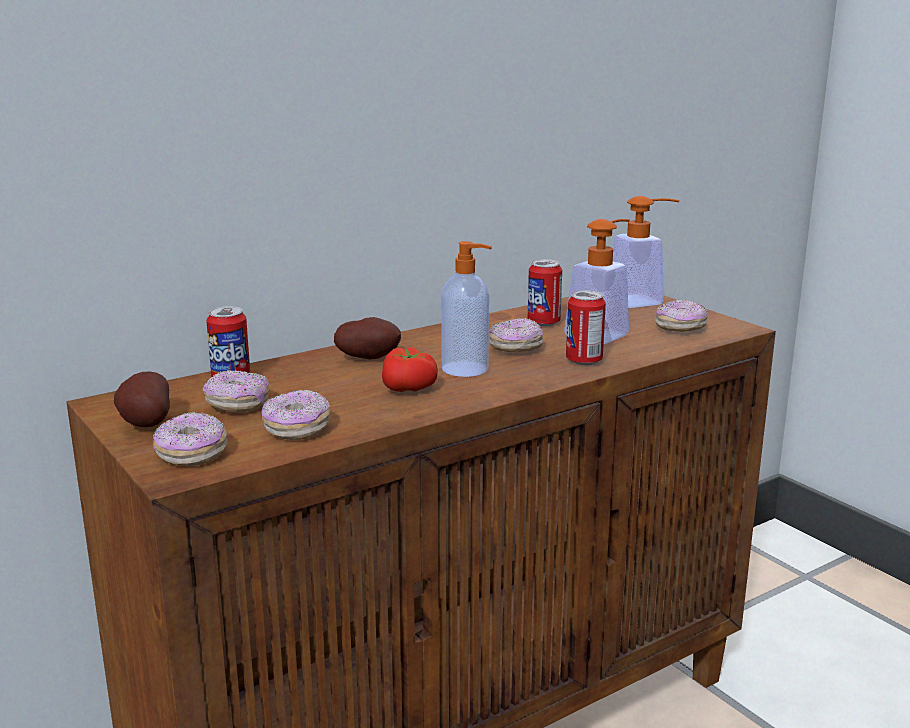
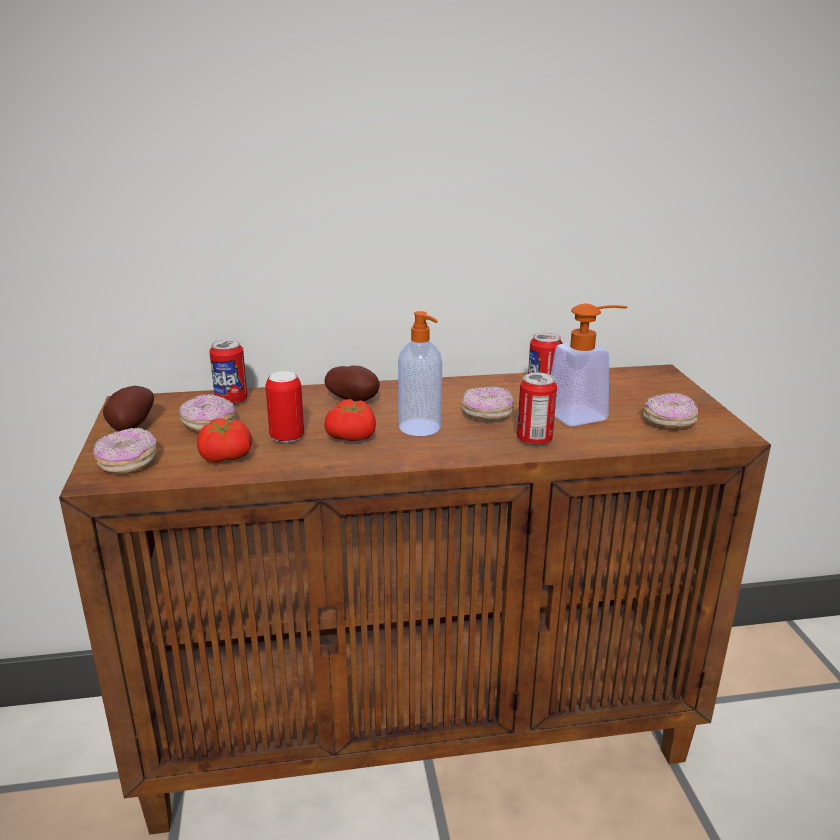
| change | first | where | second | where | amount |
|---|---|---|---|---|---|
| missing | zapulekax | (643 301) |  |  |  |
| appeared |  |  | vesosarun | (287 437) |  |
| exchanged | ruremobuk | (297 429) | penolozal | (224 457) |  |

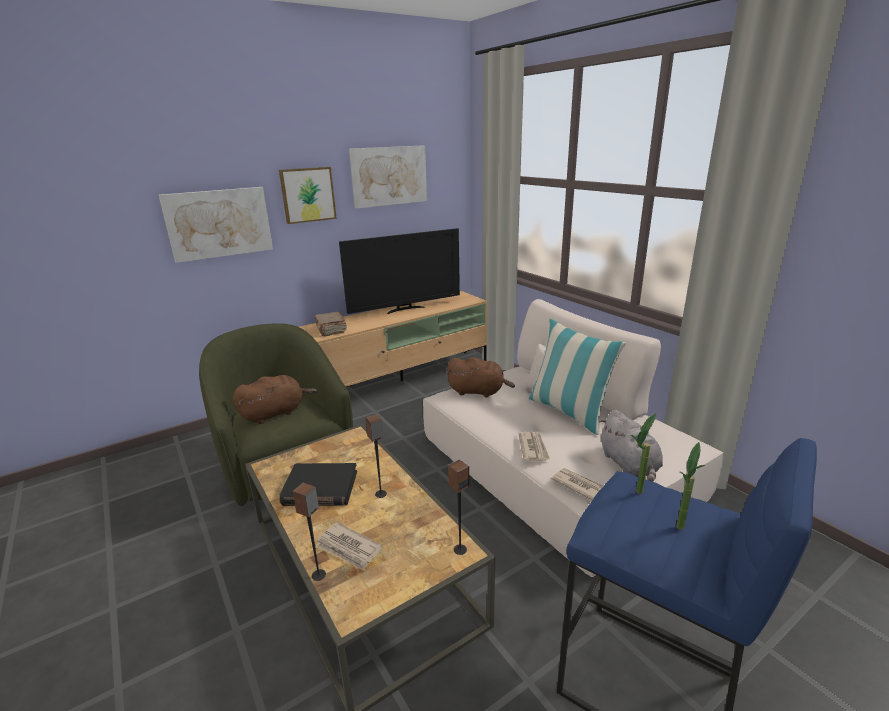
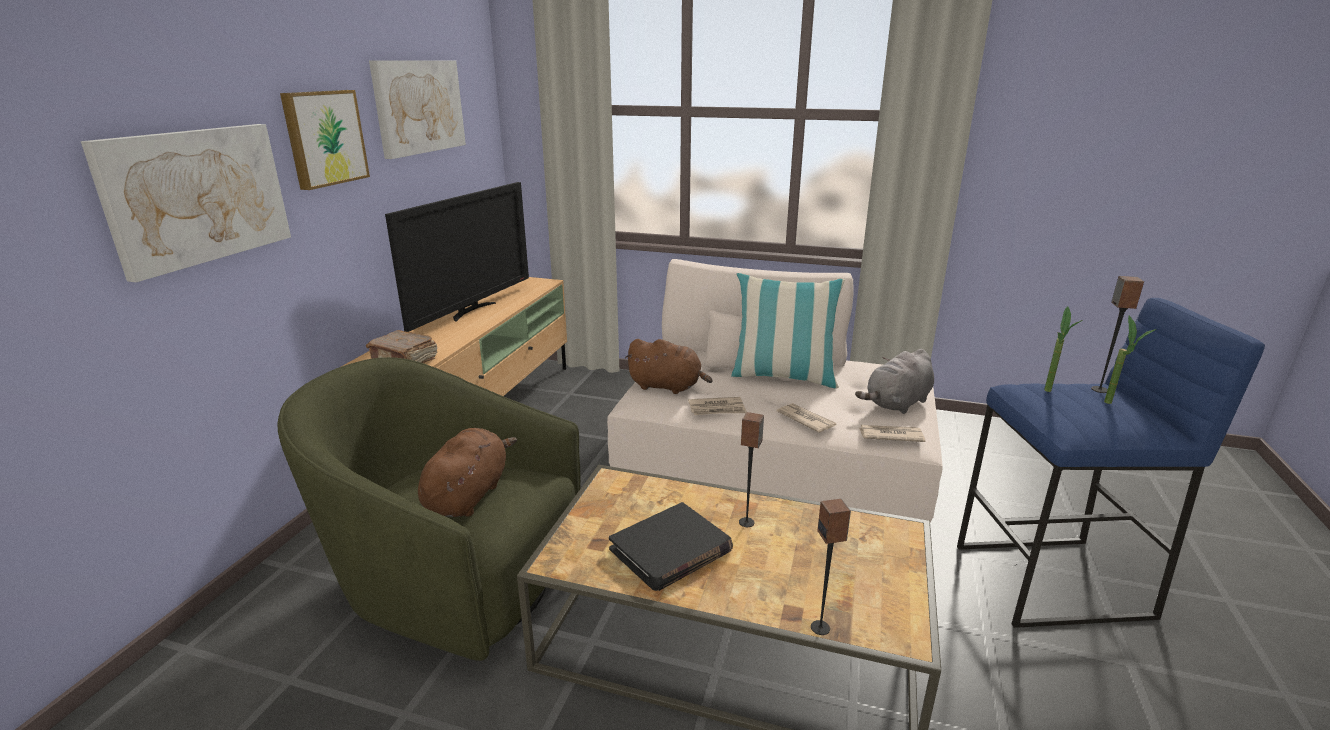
| change | first | where | second | where | amount |
|---|---|---|---|---|---|
| relocated | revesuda | (348 548) |  | (717 409) |  |
| relocated | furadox | (460 549) |  | (1099 389) |  |
| spun | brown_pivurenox | (478 392) |  | (667 386) | 45 degrees clockwise |
| spun | grey_pivurenox | (629 465) |  | (897 404) | 105 degrees clockwise |

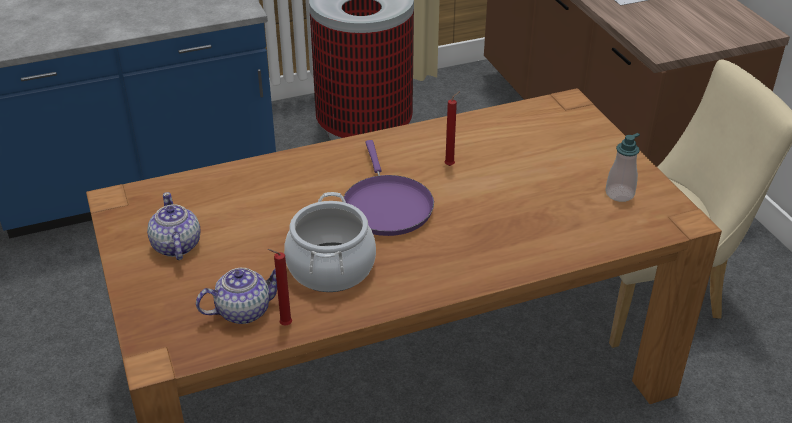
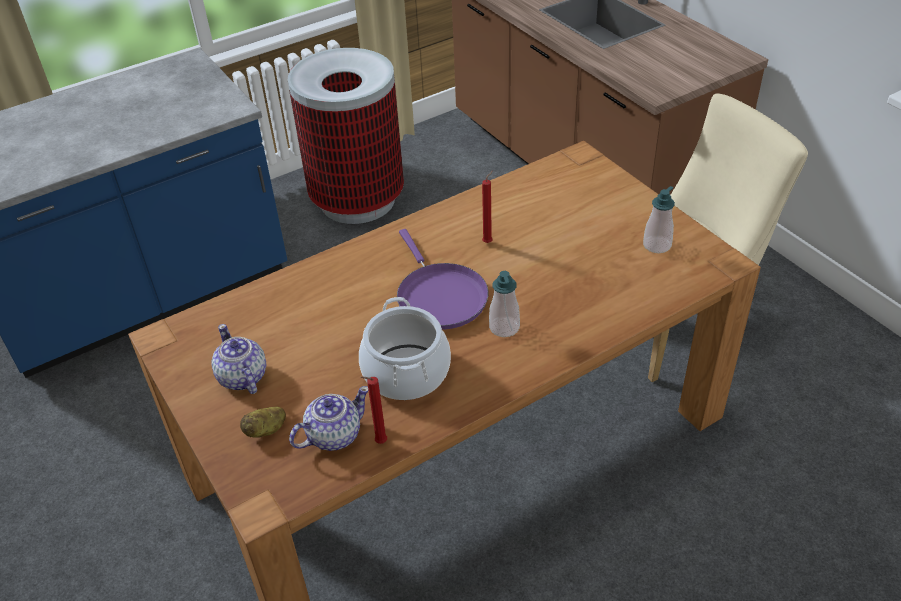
| change | first | where | second | where | amount |
|---|---|---|---|---|---|
| appeared |  |  | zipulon | (266 430) |  |
| appeared |  |  | zapulekax | (504 327) |  |

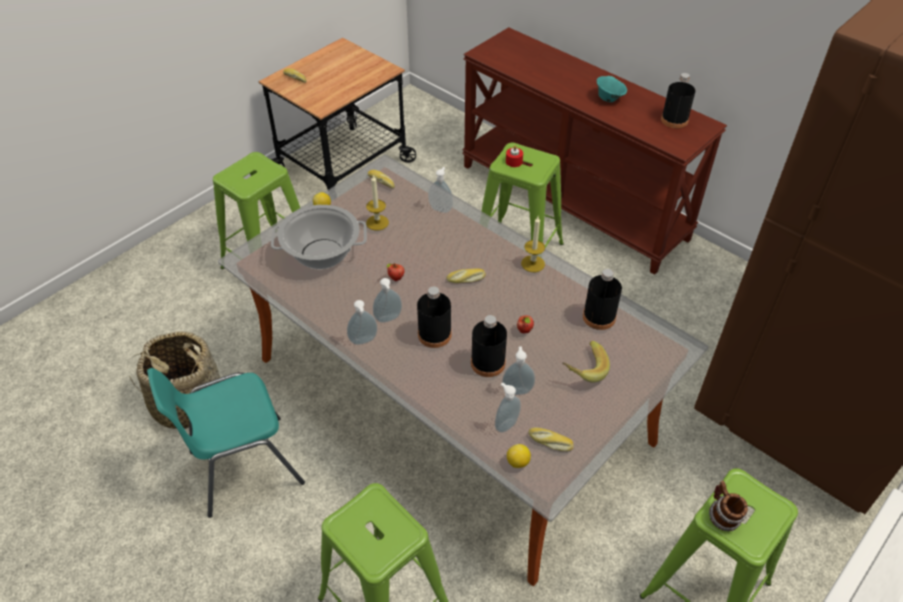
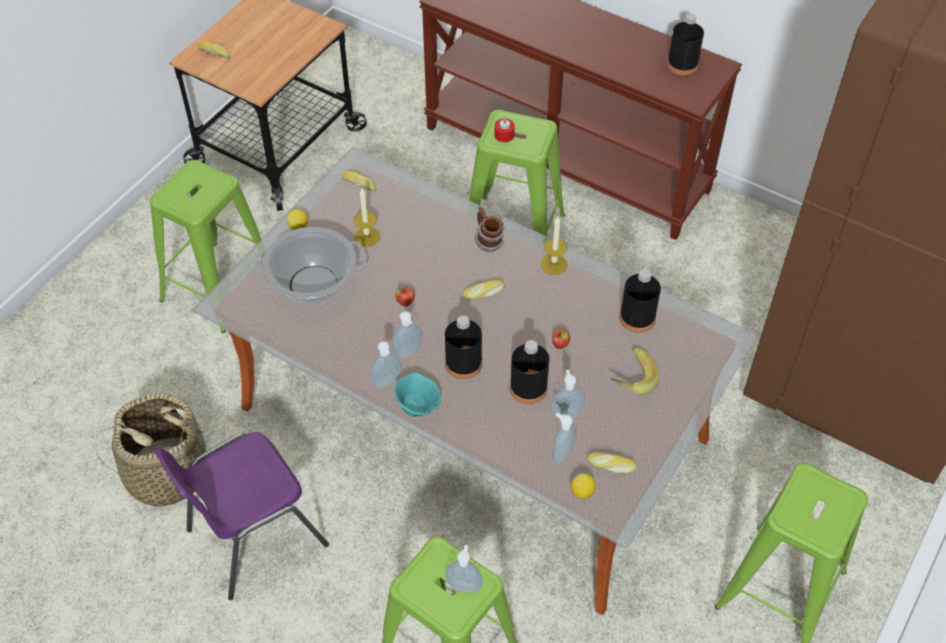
| change | first | where | second | where | amount |
|---|---|---|---|---|---|
| relocated | zapulekax | (441 208) |  | (464 585) |  |
| relocated | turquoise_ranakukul | (609 98) |  | (417 406) |  |
| relocated | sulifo | (722 517) |  | (488 242) |  |
| colour | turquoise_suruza | (242 467) | purple_suruza | (253 538) |  |

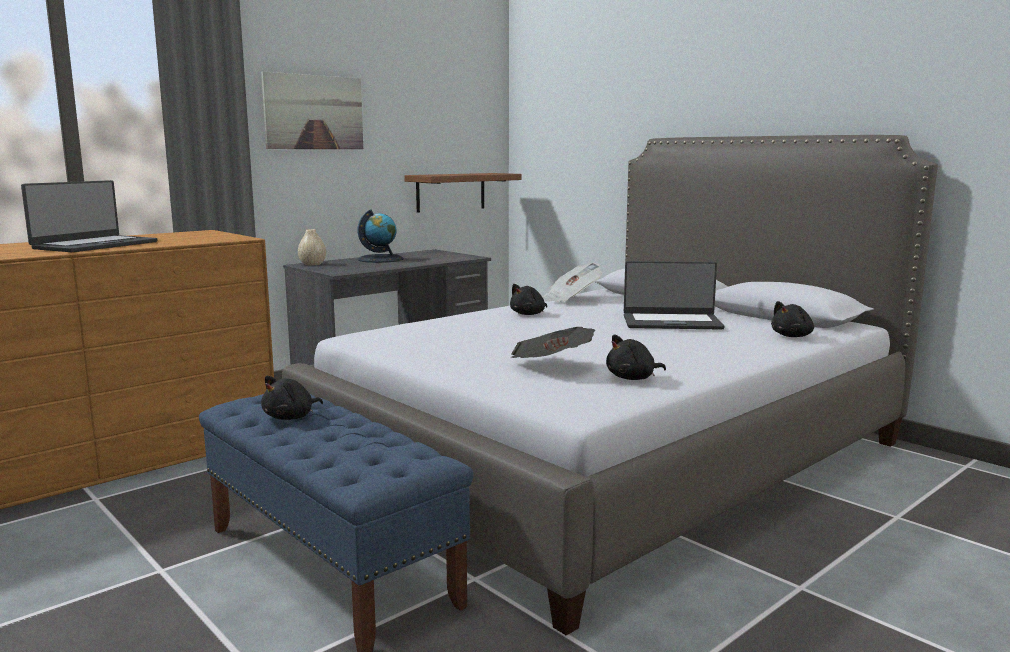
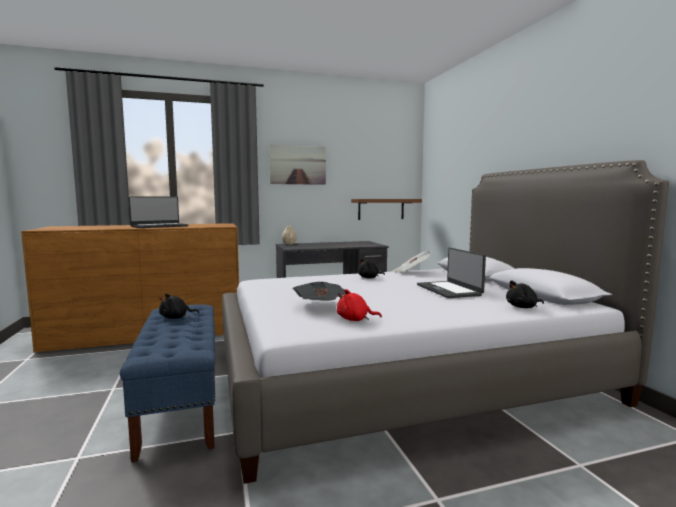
| change | first | where | second | where | amount |
|---|---|---|---|---|---|
| missing | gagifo | (380 259) |  |  |  |
| colour | black_pivurenox | (633 378) | red_pivurenox | (355 320) |  |
| spun | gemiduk | (671 322) |  | (449 290) | 45 degrees clockwise |

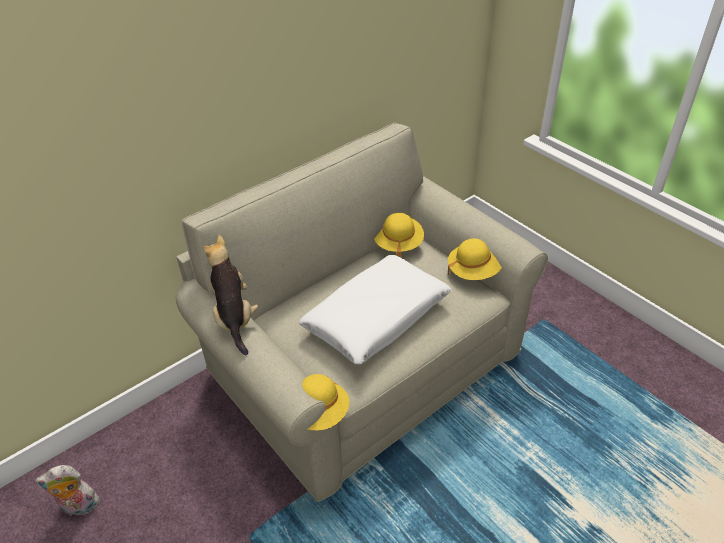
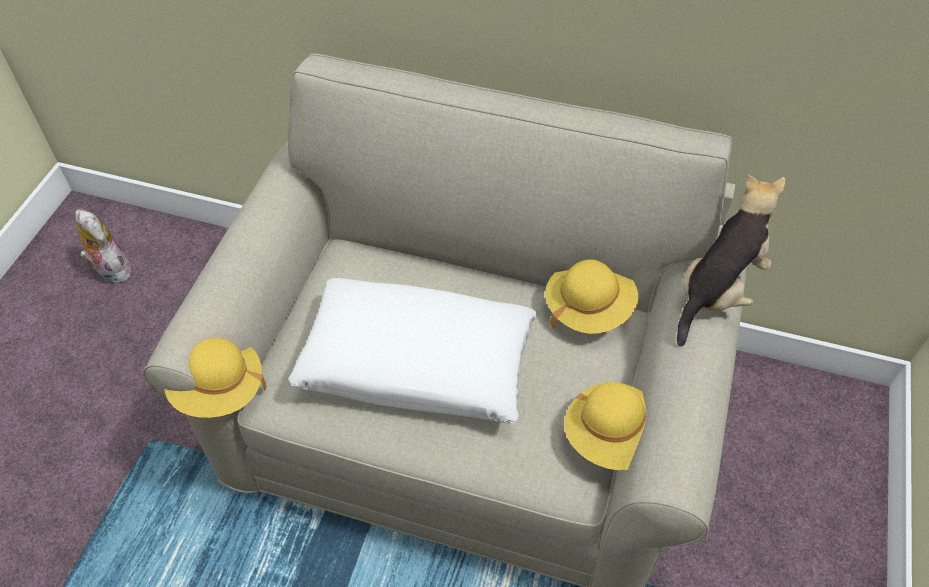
| change | first | where | second | where | amount |
|---|---|---|---|---|---|
| relocated | pivurenox | (234 317) |  | (717 291) |  |

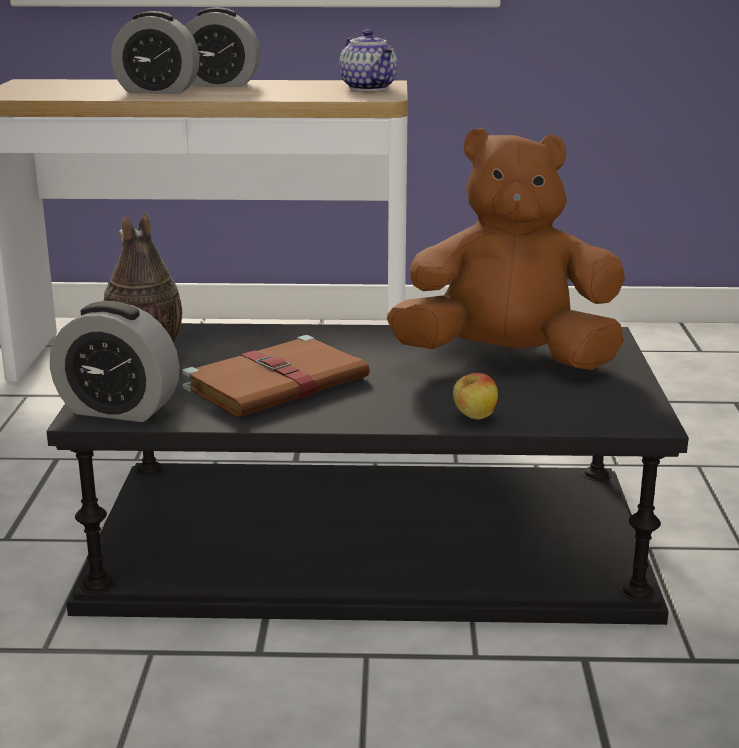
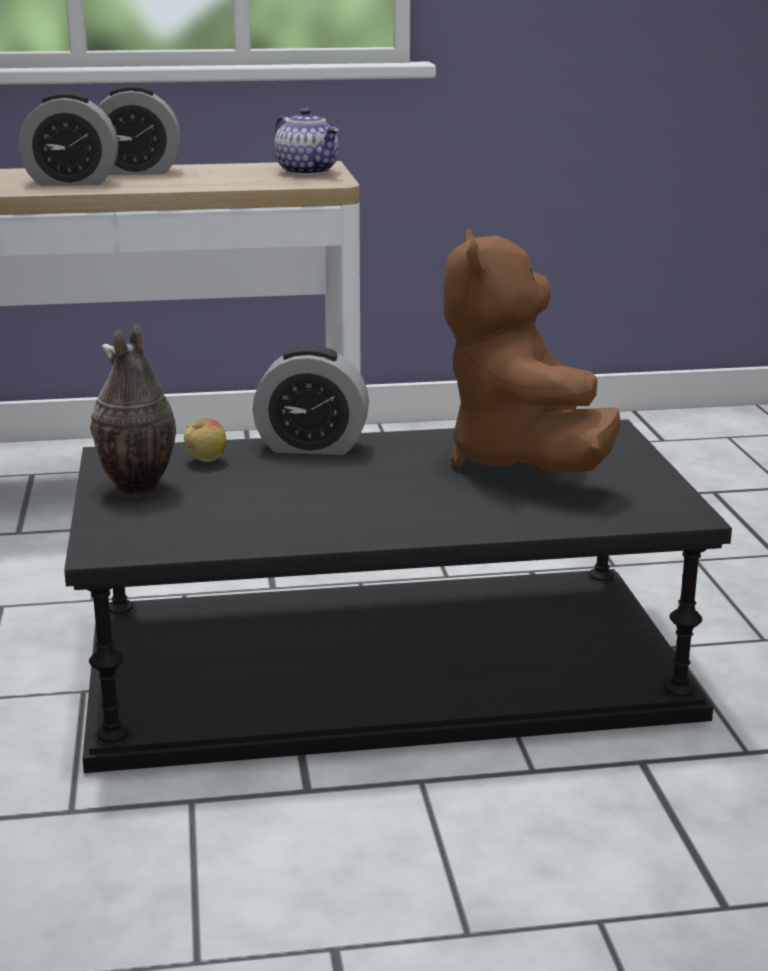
| change | first | where | second | where | amount |
|---|---|---|---|---|---|
| missing | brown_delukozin | (279 382) |  |  |  |
| relocated | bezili | (118 409) |  | (312 447) |  |
| relocated | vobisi | (474 418) |  | (206 461) |  |
| spun | brown_pivurenox | (507 360) |  | (521 462) | 90 degrees counterclockwise |

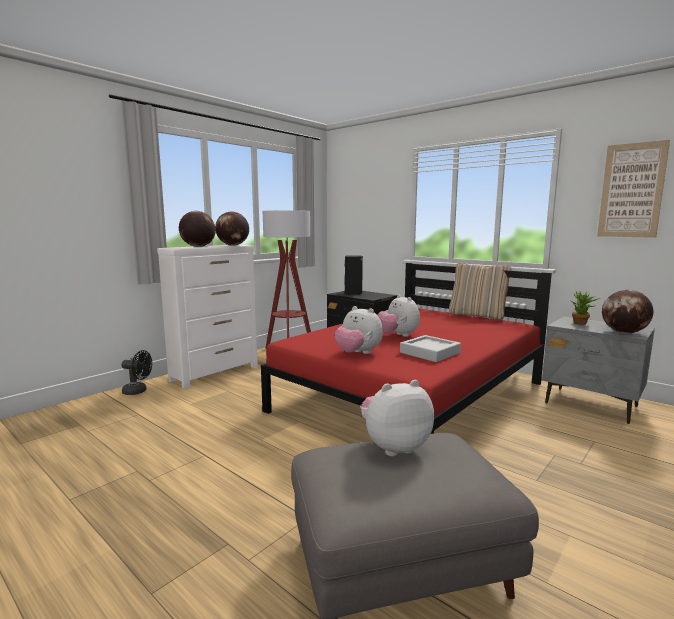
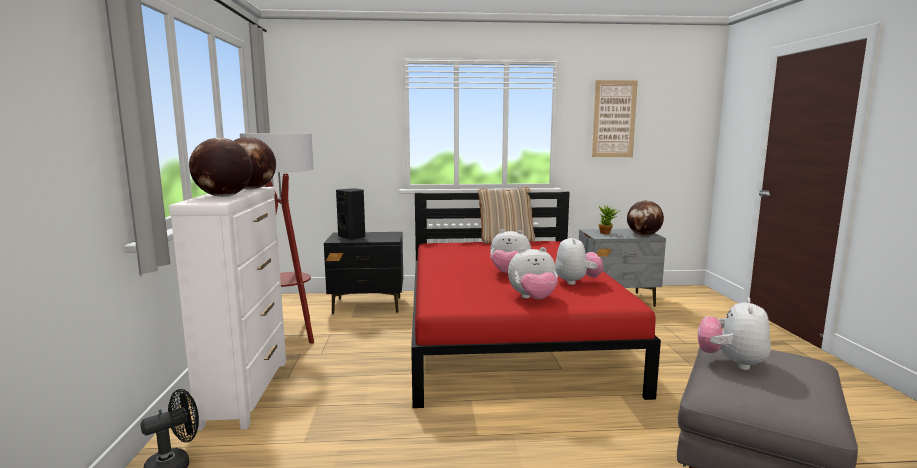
| change | first | where | second | where | amount |
|---|---|---|---|---|---|
| exchanged | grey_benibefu | (430 353) | pivurenox | (576 282) |  |

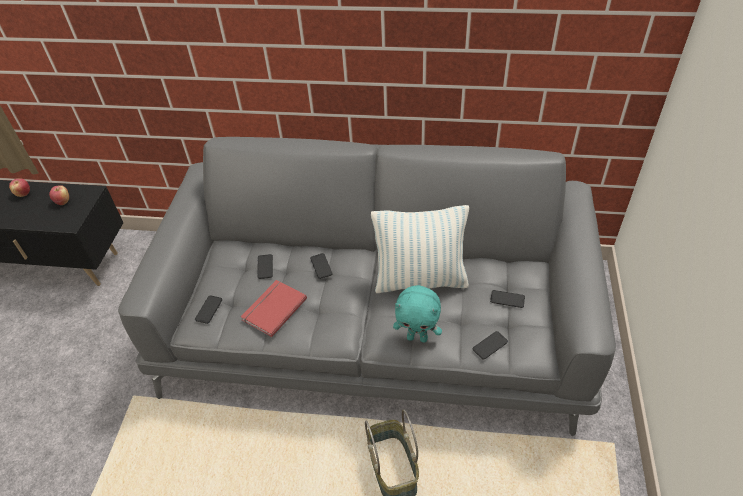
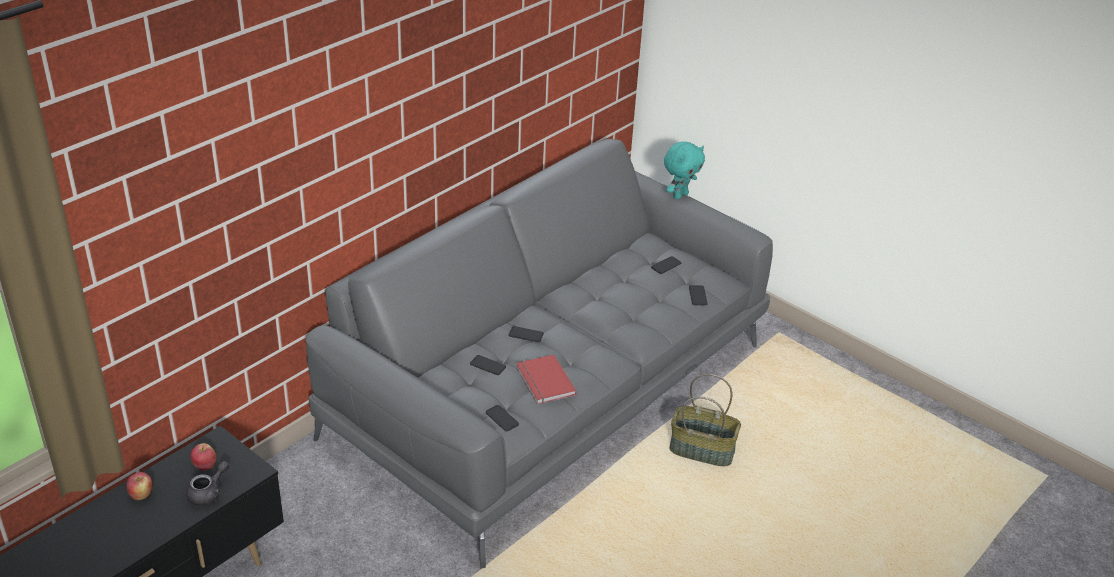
| change | first | where | second | where | amount |
|---|---|---|---|---|---|
| missing | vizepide | (420 280) |  |  |  |
| appeared |  |  | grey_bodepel | (209 493) |  |
| relocated | turquoise_pivurenox | (417 337) |  | (680 195) |  |

